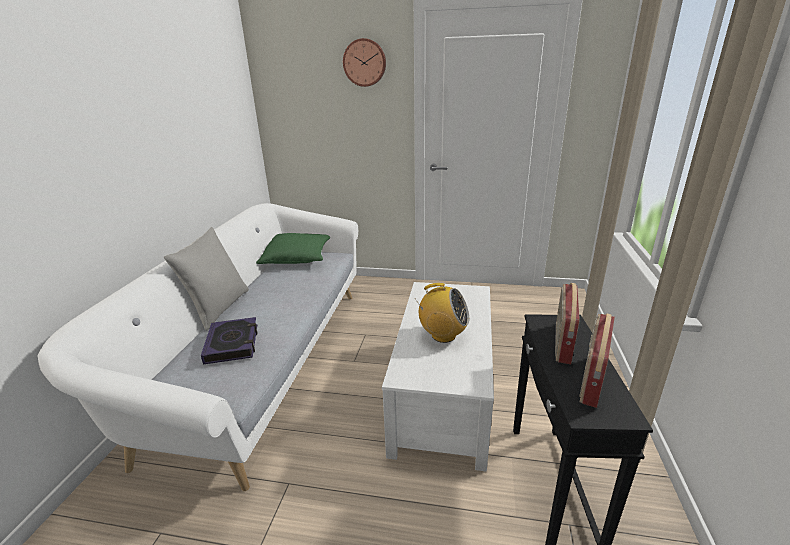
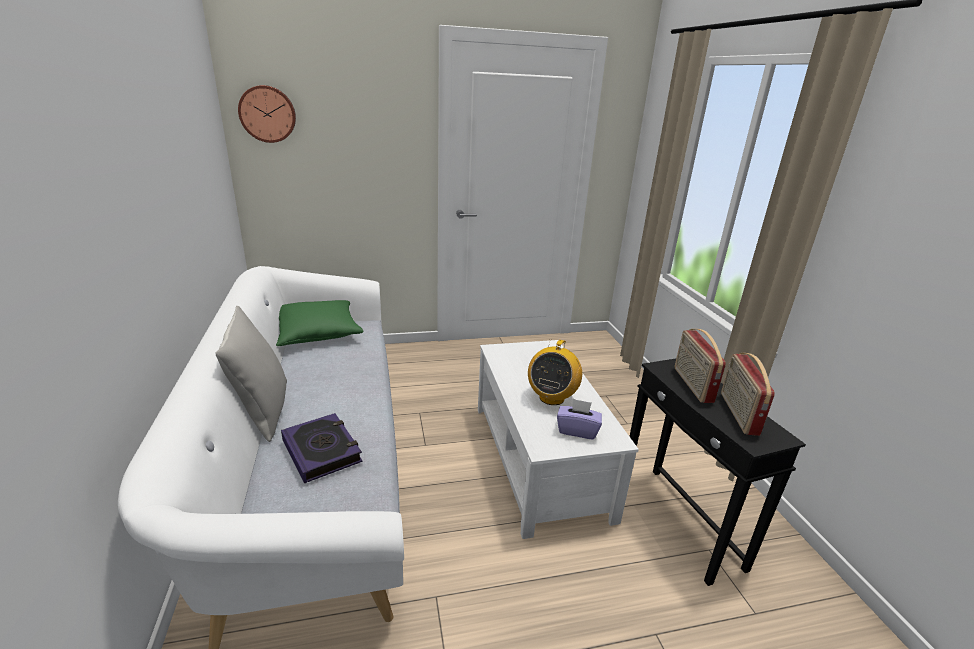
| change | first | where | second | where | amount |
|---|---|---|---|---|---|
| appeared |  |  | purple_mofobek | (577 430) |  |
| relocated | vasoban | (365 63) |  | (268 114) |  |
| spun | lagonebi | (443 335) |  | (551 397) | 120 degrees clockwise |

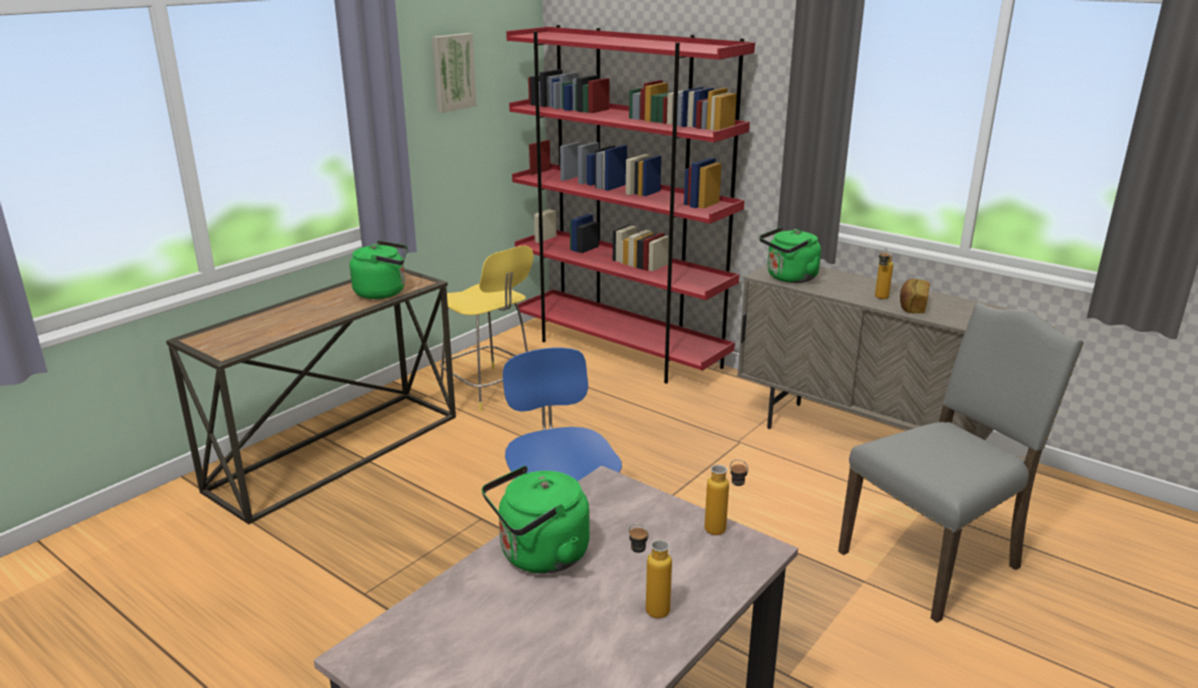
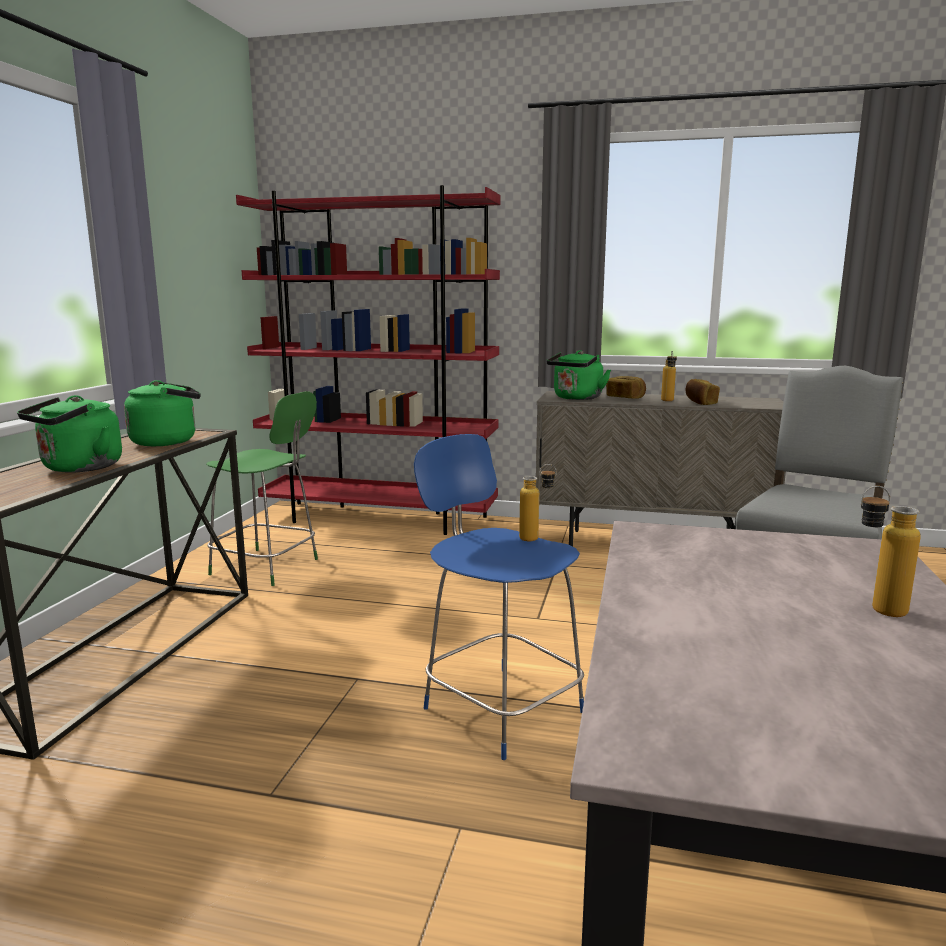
| change | first | where | second | where | amount |
|---|---|---|---|---|---|
| missing | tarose | (452 72) |  |  |  |
| appeared |  |  | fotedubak | (625 398) |  |
| relocated | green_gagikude | (539 556) |  | (78 468) |  |
| relocated | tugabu | (723 532) |  | (536 538) |  |
| colour | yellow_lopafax | (489 390) | green_lopafax | (268 567) |  |

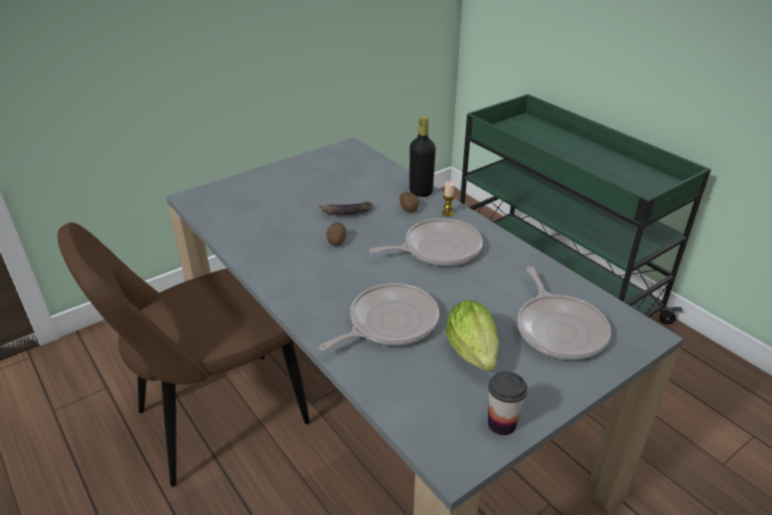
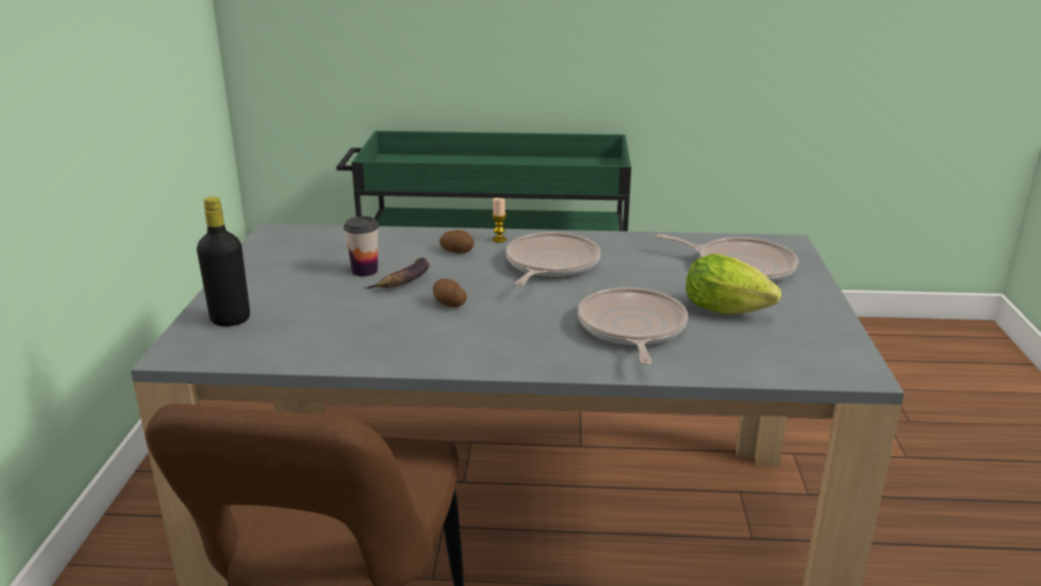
| change | first | where | second | where | amount |
|---|---|---|---|---|---|
| relocated | black_tugabu | (421 192) |  | (230 319) |  |
| relocated | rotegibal | (501 424) |  | (364 271) |  |

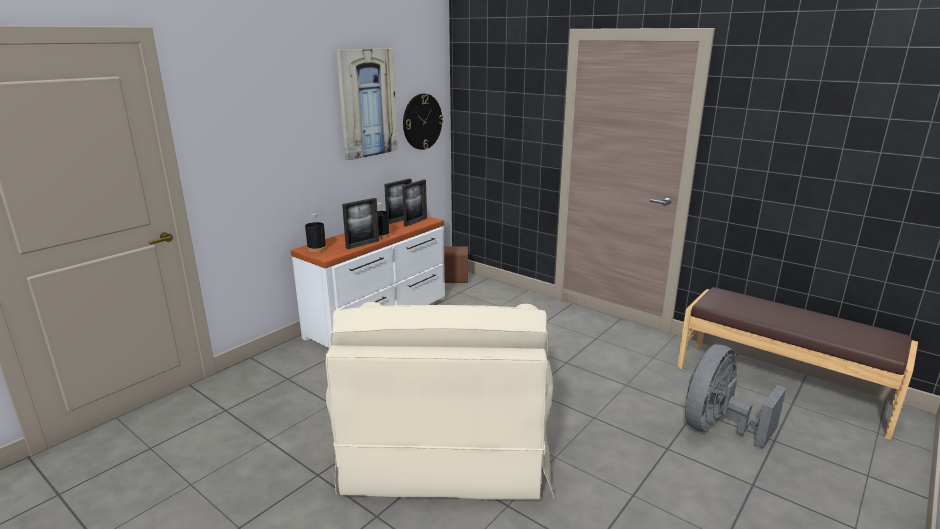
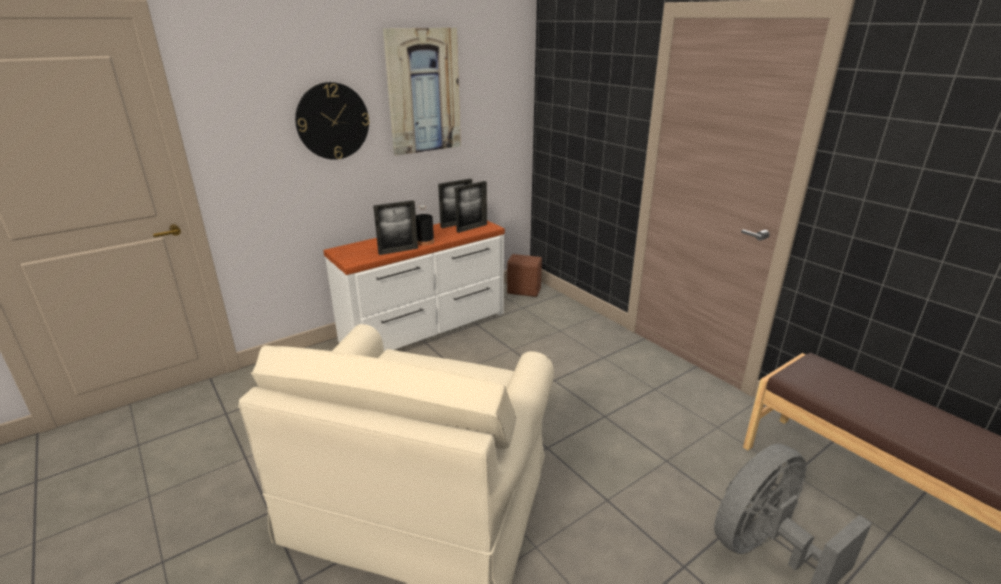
| change | first | where | second | where | amount |
|---|---|---|---|---|---|
| missing | black_tugabu | (317 248) |  |  |  |
| relocated | vasoban | (422 121) |  | (332 121) |  |

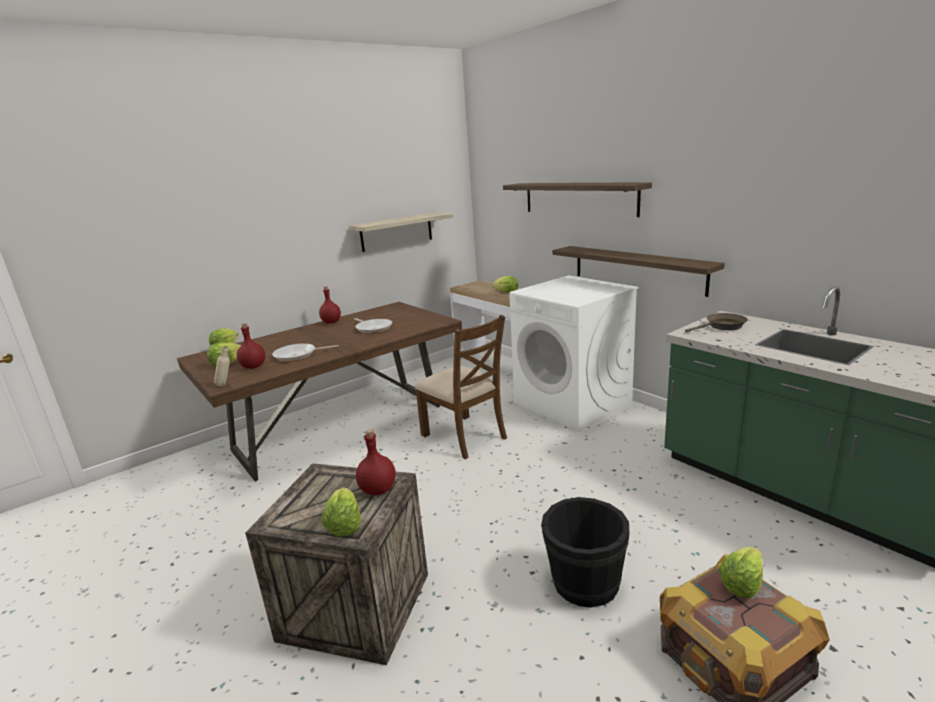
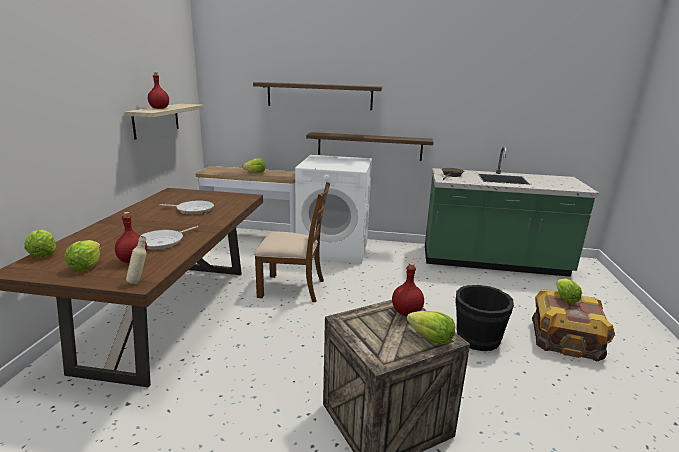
| change | first | where | second | where | amount |
|---|---|---|---|---|---|
| relocated | red_tugabu | (331 322) |  | (159 108) |  |

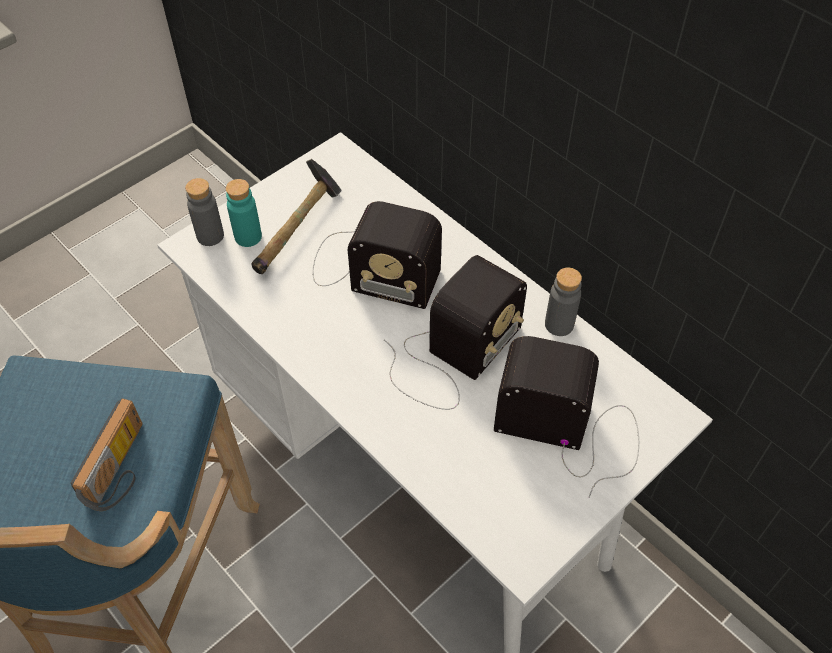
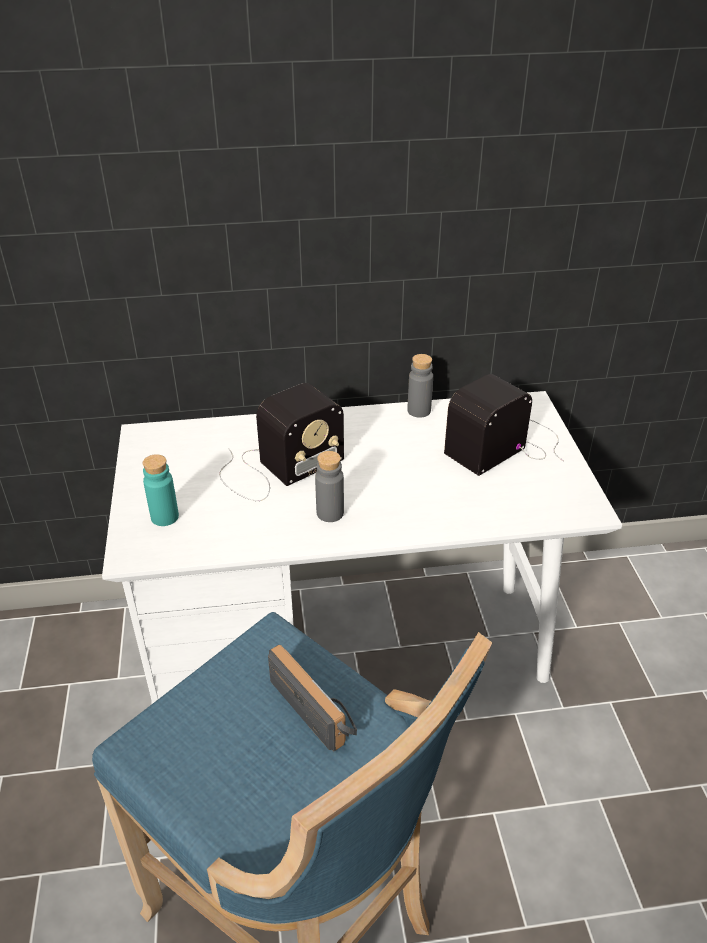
| change | first | where | second | where | amount |
|---|---|---|---|---|---|
| missing | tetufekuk | (298 229) |  |  |  |
| missing | lagonebi | (451 356) |  |  |  |
| relocated | grey_tugabu | (210 236) |  | (330 513) |  |

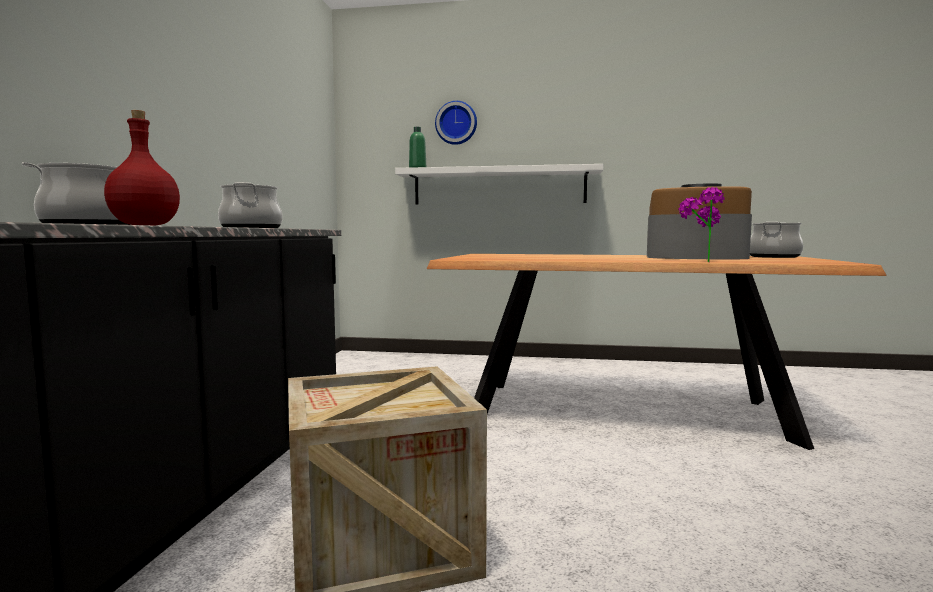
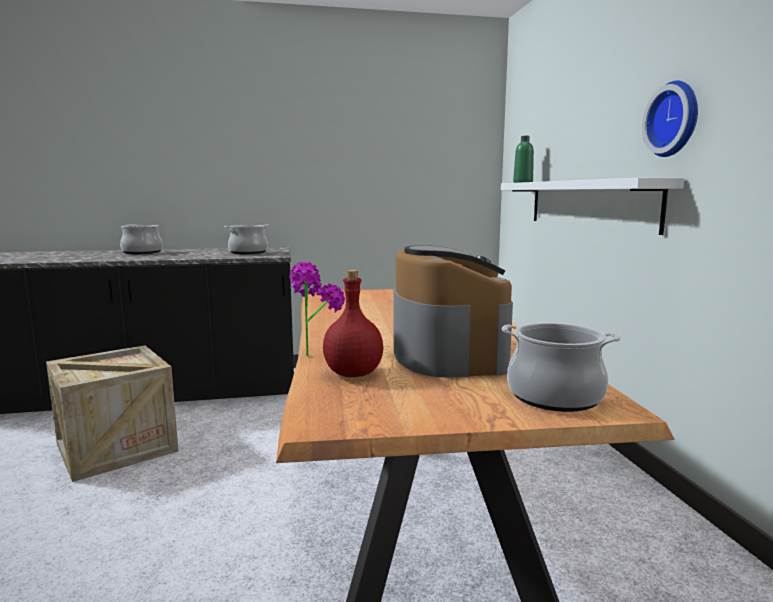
| change | first | where | second | where | amount |
|---|---|---|---|---|---|
| relocated | red_tugabu | (146 225) |  | (353 374) |  |
| relocated | vasoban | (456 123) |  | (675 119) |  |

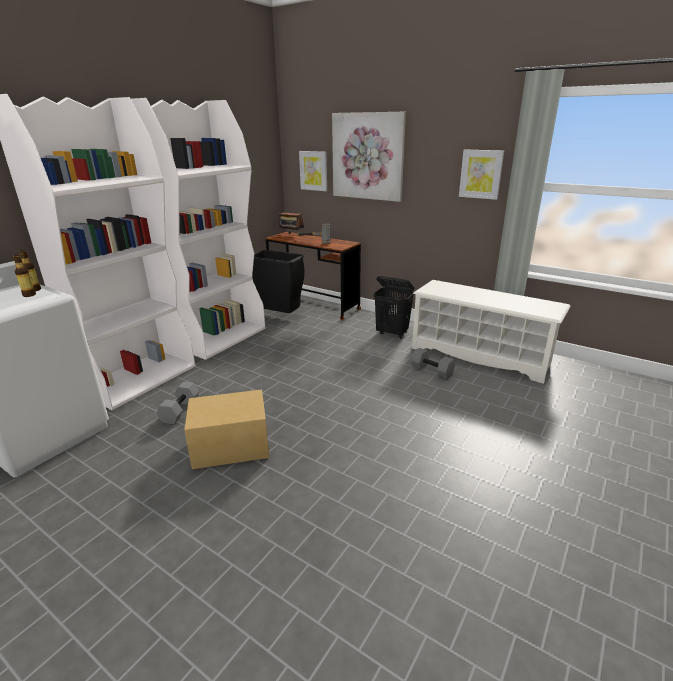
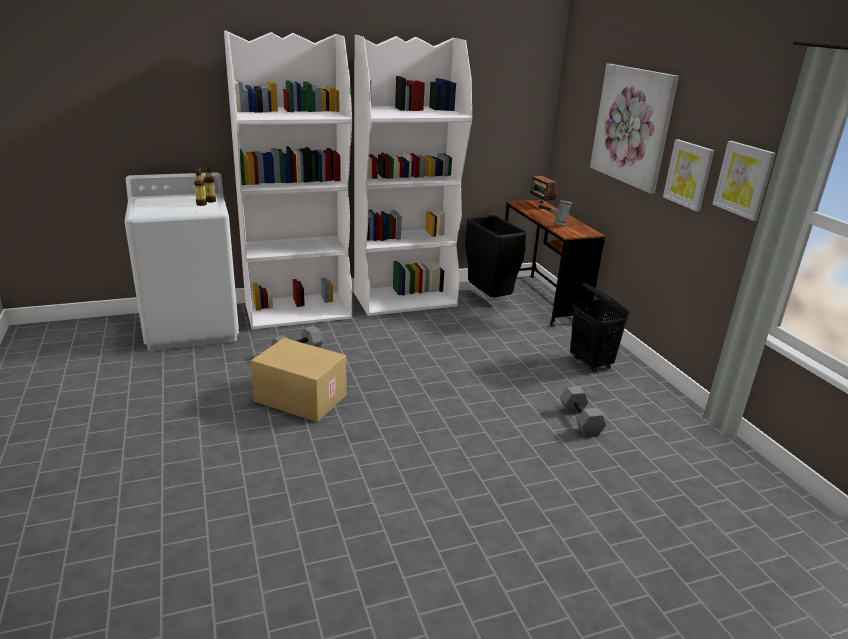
| change | first | where | second | where | amount |
|---|---|---|---|---|---|
| missing | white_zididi | (480 355) |  |  |  |
| relocated | tarose | (313 170) |  | (689 174) |  |

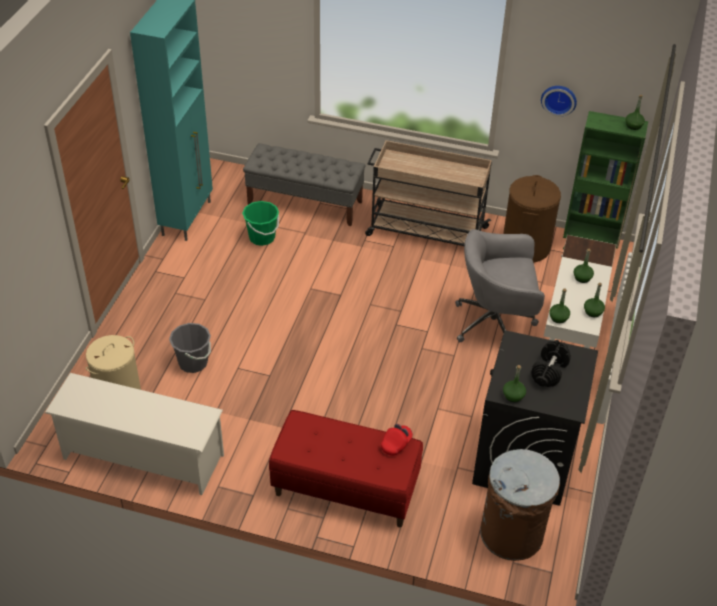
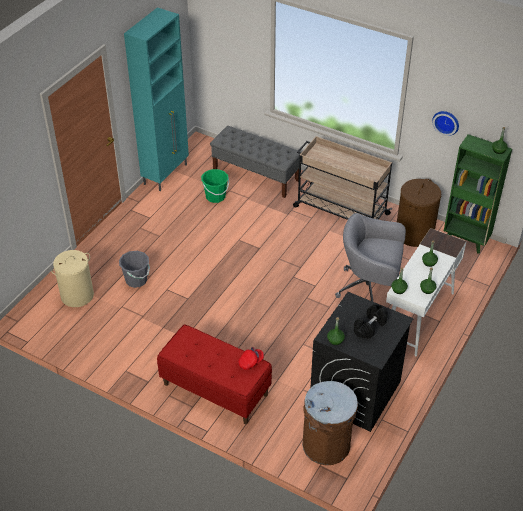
| change | first | where | second | where | amount |
|---|---|---|---|---|---|
| missing | white_zididi | (142 457) |  |  |  |

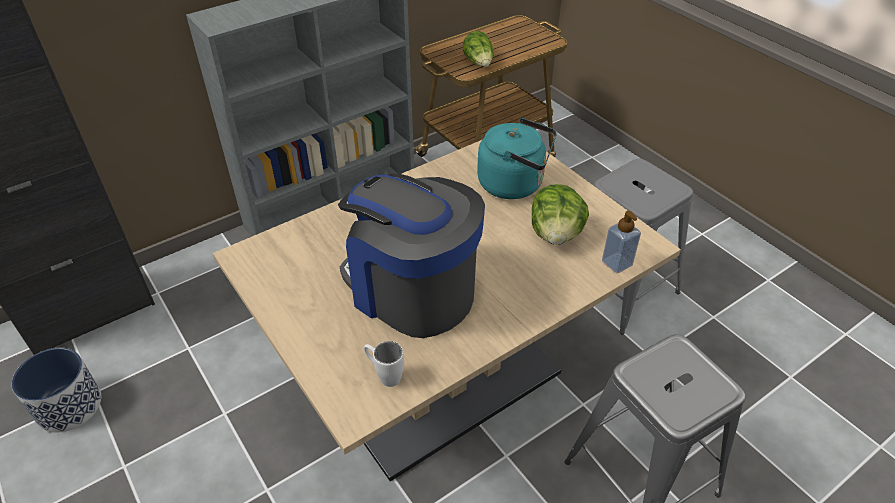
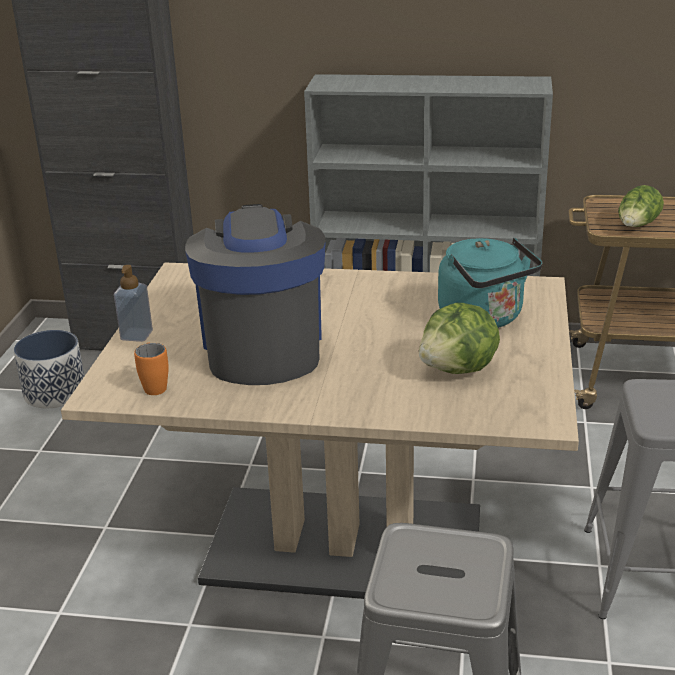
| change | first | where | second | where | amount |
|---|---|---|---|---|---|
| relocated | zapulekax | (617 263) |  | (136 335) |  |
| colour | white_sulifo | (384 375) | orange_sulifo | (154 385) |  |

